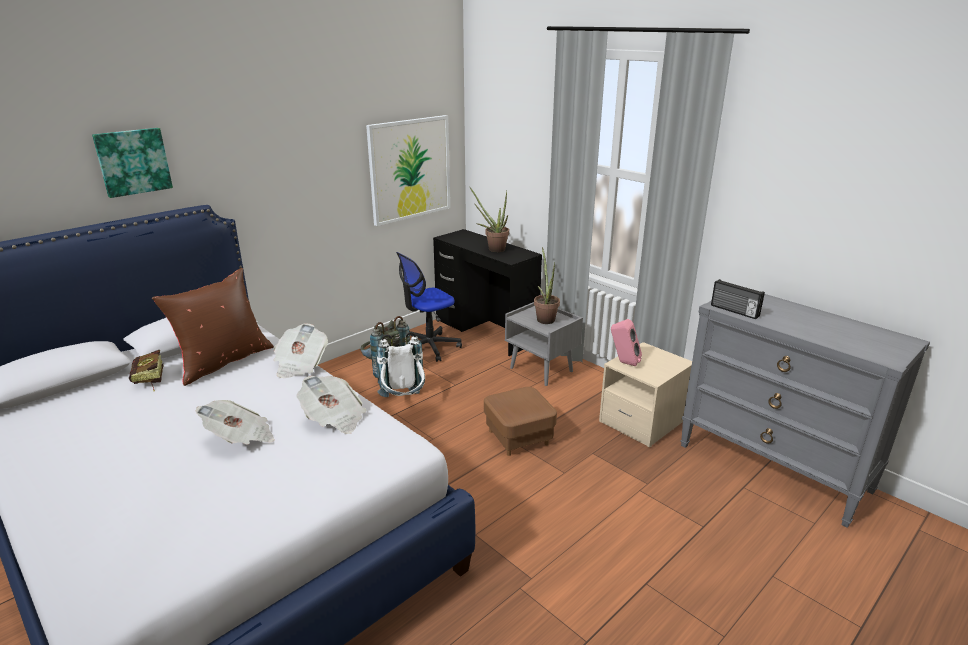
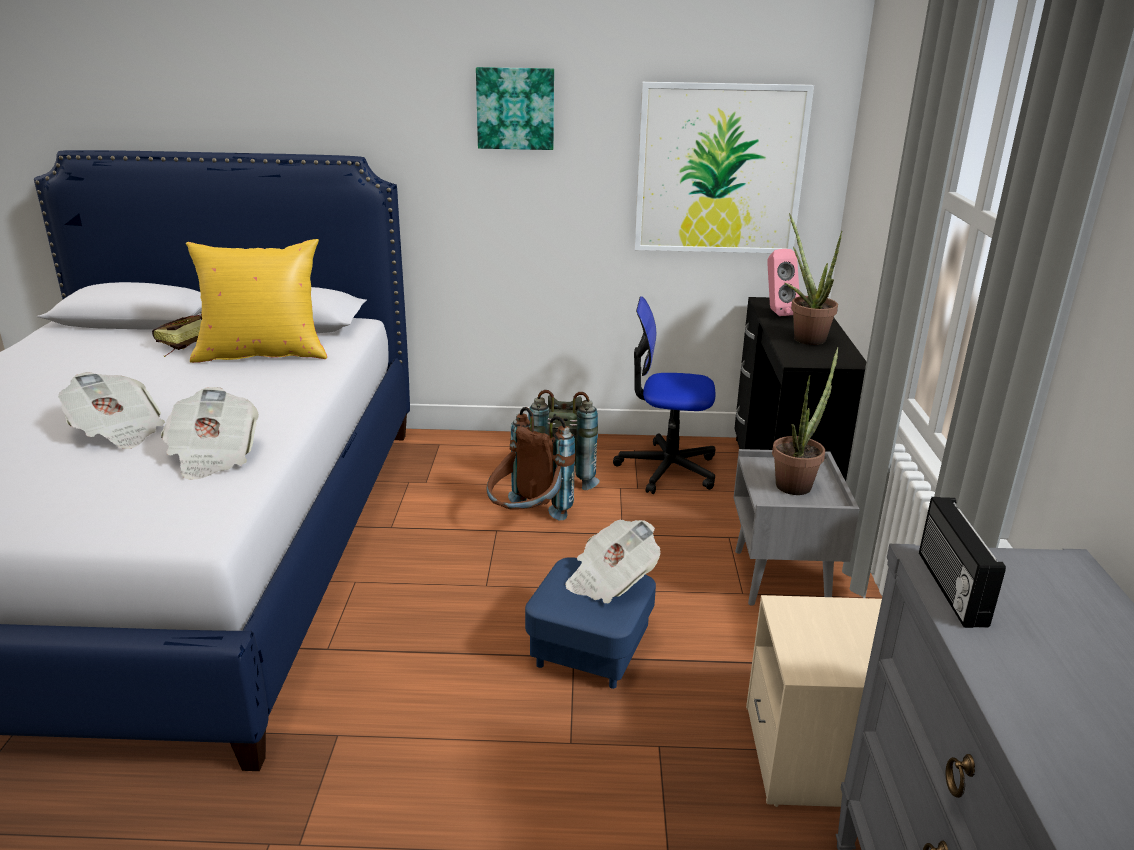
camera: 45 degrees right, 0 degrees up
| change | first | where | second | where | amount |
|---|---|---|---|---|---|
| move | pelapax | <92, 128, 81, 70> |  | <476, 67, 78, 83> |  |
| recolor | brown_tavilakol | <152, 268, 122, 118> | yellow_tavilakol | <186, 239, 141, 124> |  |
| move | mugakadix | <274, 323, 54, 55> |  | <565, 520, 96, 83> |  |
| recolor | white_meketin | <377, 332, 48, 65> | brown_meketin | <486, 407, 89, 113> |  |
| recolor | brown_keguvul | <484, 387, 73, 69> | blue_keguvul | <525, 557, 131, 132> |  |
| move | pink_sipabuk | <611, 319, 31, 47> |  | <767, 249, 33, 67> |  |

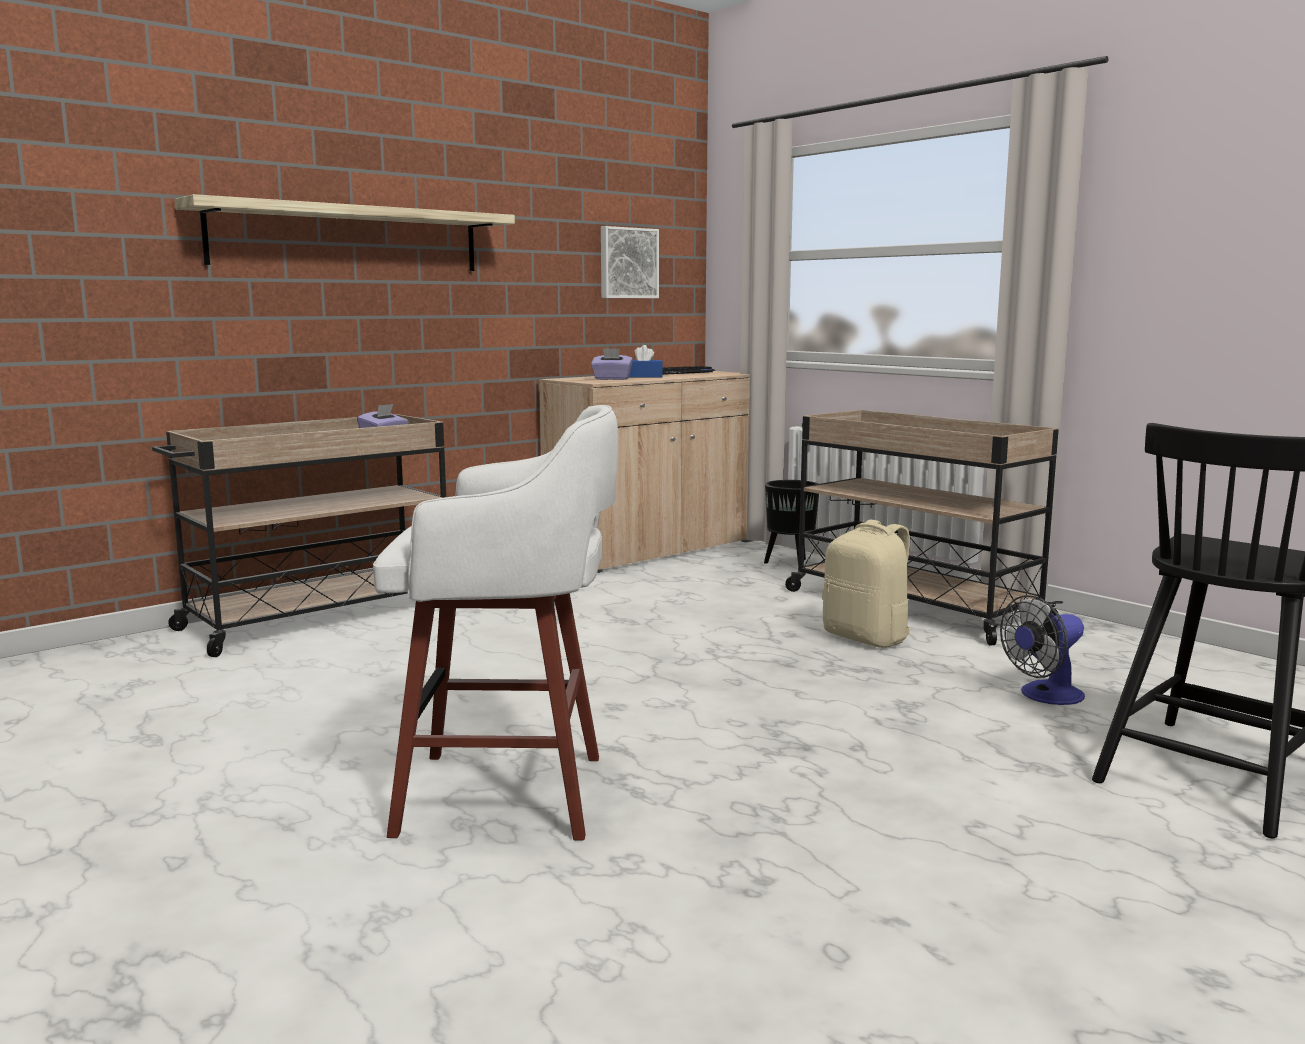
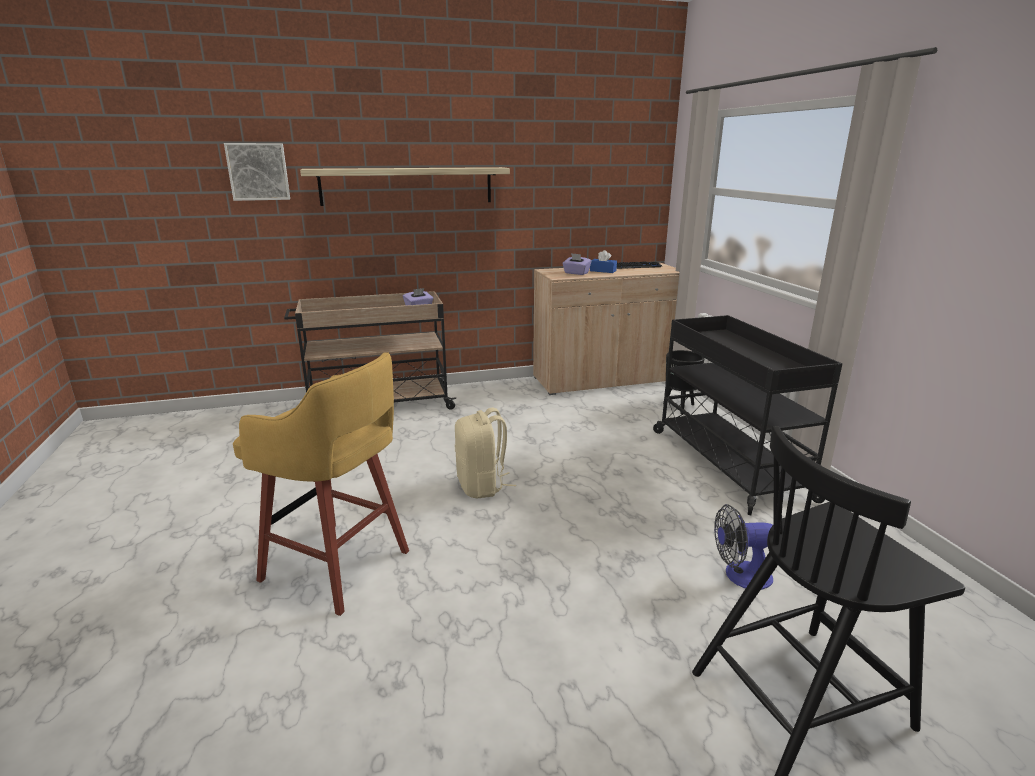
camera: 25 degrees right, 10 degrees up
| change | first | where | second | where | amount |
|---|---|---|---|---|---|
| recolor | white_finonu | <373, 405, 245, 435> | yellow_finonu | <233, 352, 176, 264> |  |
| move | pelapax | <601, 226, 58, 72> |  | <224, 143, 66, 58> |  |
| recolor | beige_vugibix | <785, 410, 278, 235> | black_vugibix | <653, 315, 189, 200> |  |
| move | beige_meketin | <822, 519, 90, 129> |  | <455, 408, 61, 91> |  |

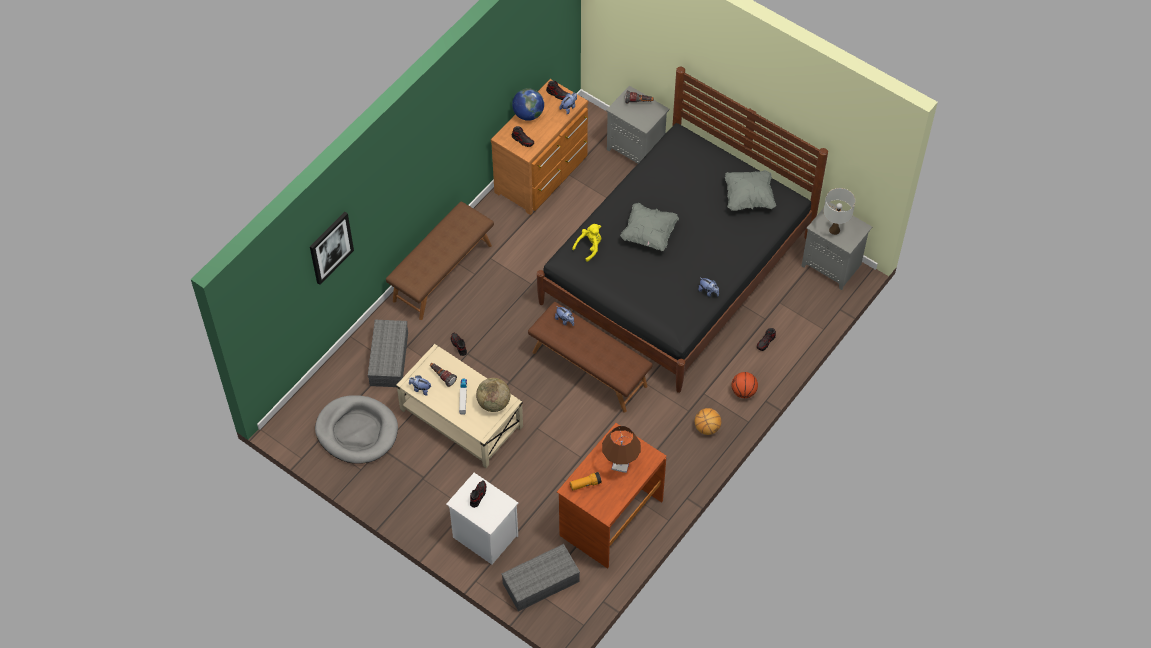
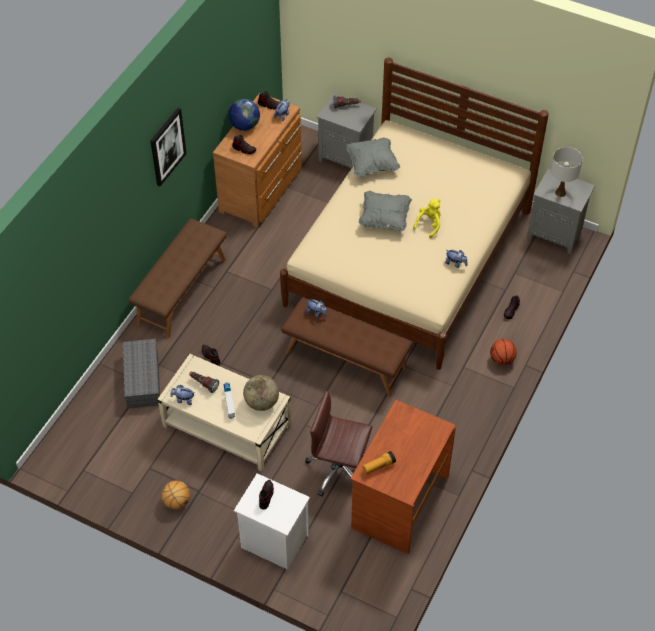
camera: 10 degrees left, 5 degrees down
| change | first | where | second | where | amount |
|---|---|---|---|---|---|
| move | pelapax | <310, 212, 44, 73> |  | <150, 108, 37, 78> |  |
| delete | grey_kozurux | <315, 395, 83, 69> |  |  |  |
| delete | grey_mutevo | <501, 544, 79, 67> |  |  |  |
| recolor | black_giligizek | <537, 67, 291, 326> | beige_giligizek | <280, 57, 269, 313> |  |
| move | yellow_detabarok | <572, 224, 29, 38> |  | <413, 199, 28, 39> |  |
| delete | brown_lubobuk | <602, 426, 39, 47> |  |  |  |
| move | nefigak | <695, 408, 26, 27> |  | <162, 481, 28, 28> |  |
| move | grey_tavilakol | <725, 170, 51, 41> |  | <347, 138, 53, 38> |  |
| insert |  |  | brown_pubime | <305, 391, 67, 106> |  |

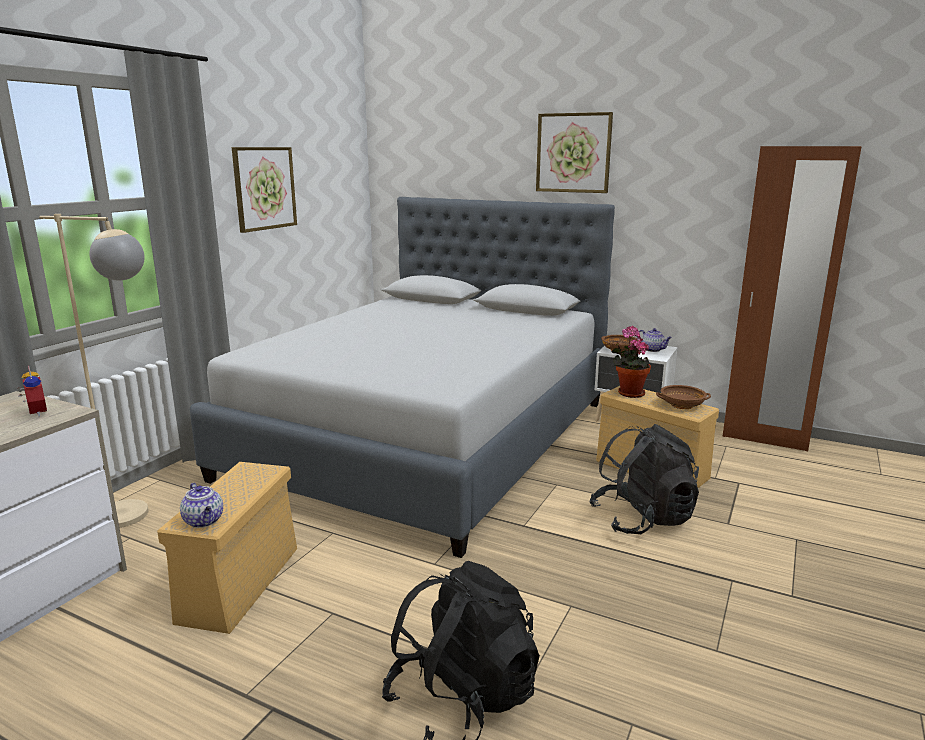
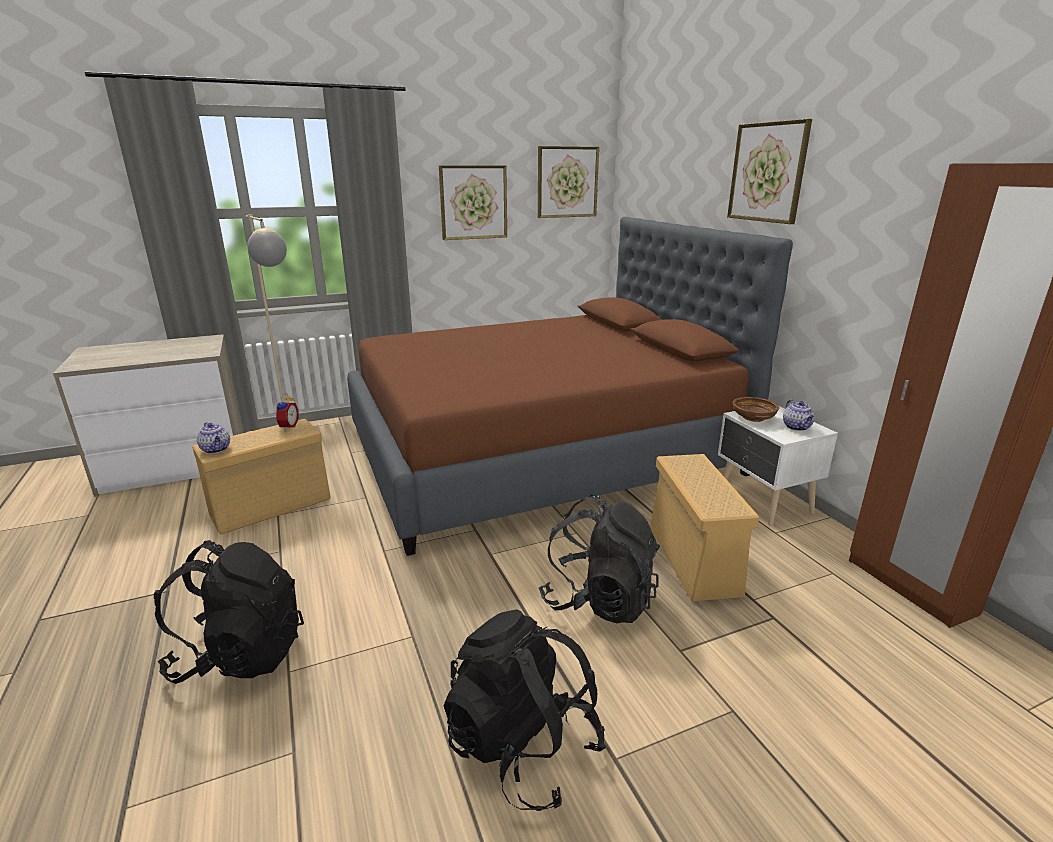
camera: 40 degrees right, 5 degrees up
| change | first | where | second | where | amount |
|---|---|---|---|---|---|
| move | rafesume | <17, 366, 30, 51> |  | <275, 393, 24, 38> |  |
| rotate | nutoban | <180, 483, 43, 45> |  | <197, 422, 33, 32> | 45 degrees counterclockwise |
| recolor | grey_giligizek | <190, 197, 425, 361> | brown_giligizek | <347, 217, 446, 339> |  |
| delete | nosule | <612, 326, 39, 72> |  |  |  |
| delete | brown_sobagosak | <656, 385, 55, 24> |  |  |  |
| insert |  |  | black_meketin | <444, 609, 162, 202> |  |
| insert |  |  | pelapax | <538, 146, 61, 72> |  |

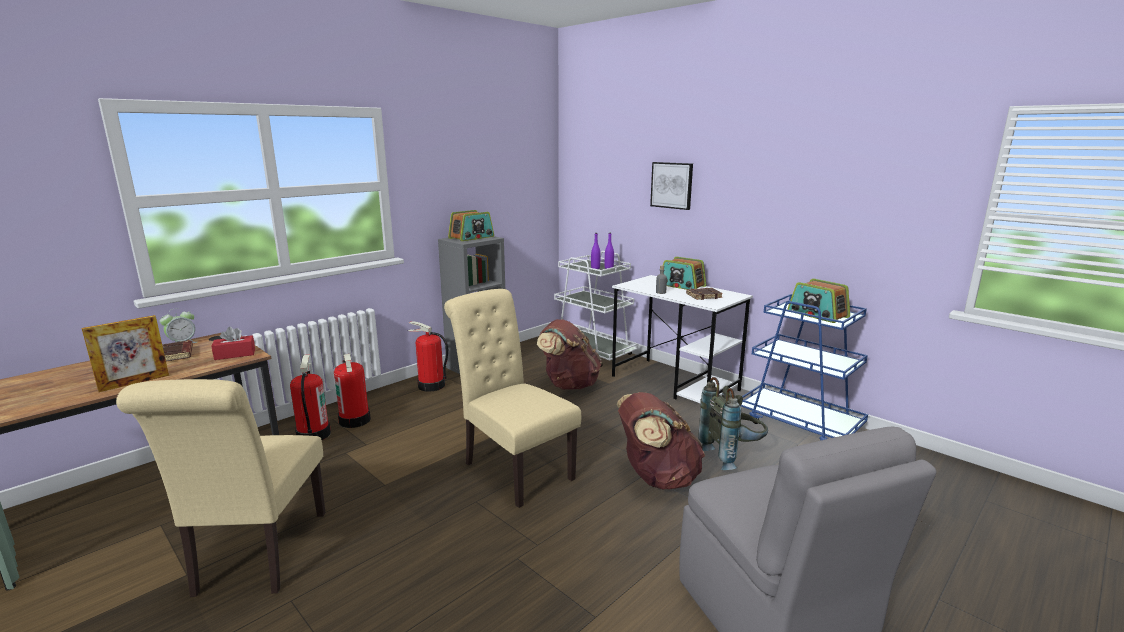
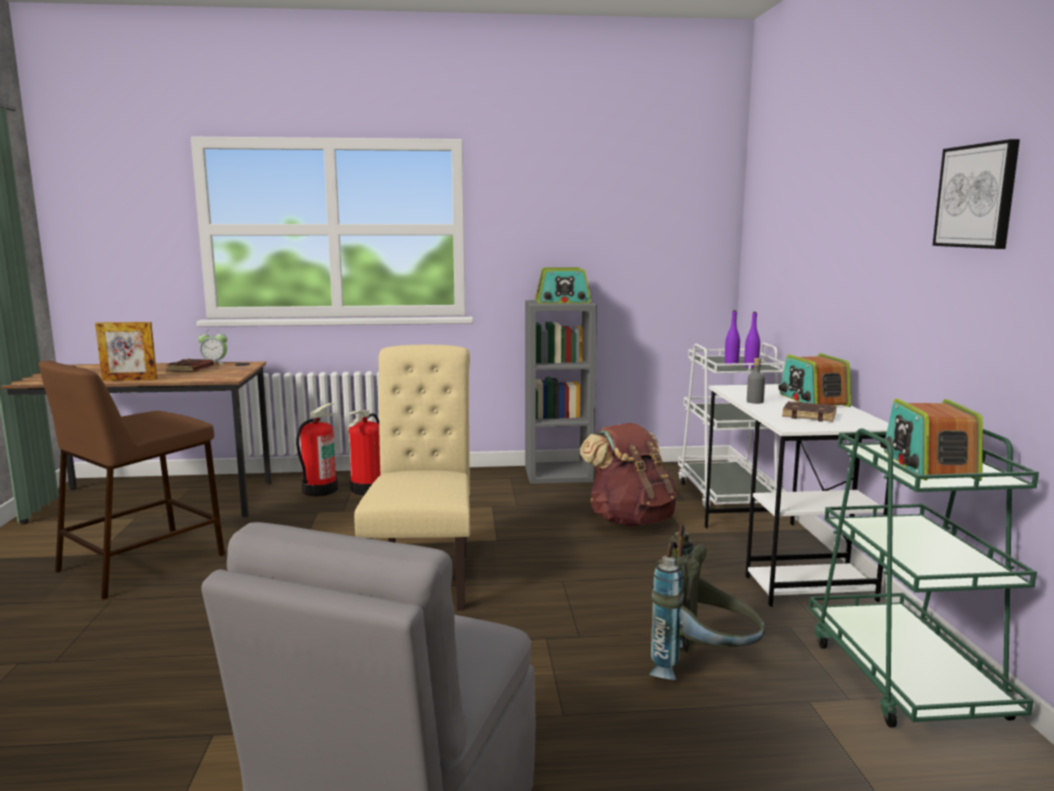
camera: 40 degrees right, 5 degrees down
| change | first | where | second | where | amount |
|---|---|---|---|---|---|
| replace | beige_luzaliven | <116, 379, 210, 218> | brown_finonu | <38, 360, 187, 240> |  |
| delete | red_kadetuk | <211, 327, 44, 33> |  |  |  |
| delete | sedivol | <408, 321, 40, 71> |  |  |  |
| delete | brown_meketin | <617, 392, 88, 97> |  |  |  |
| move | pelapax | <650, 162, 43, 48> |  | <932, 139, 88, 110> |  |
| recolor | blue_vugibix | <741, 294, 127, 146> | green_vugibix | <809, 428, 230, 300> |  |

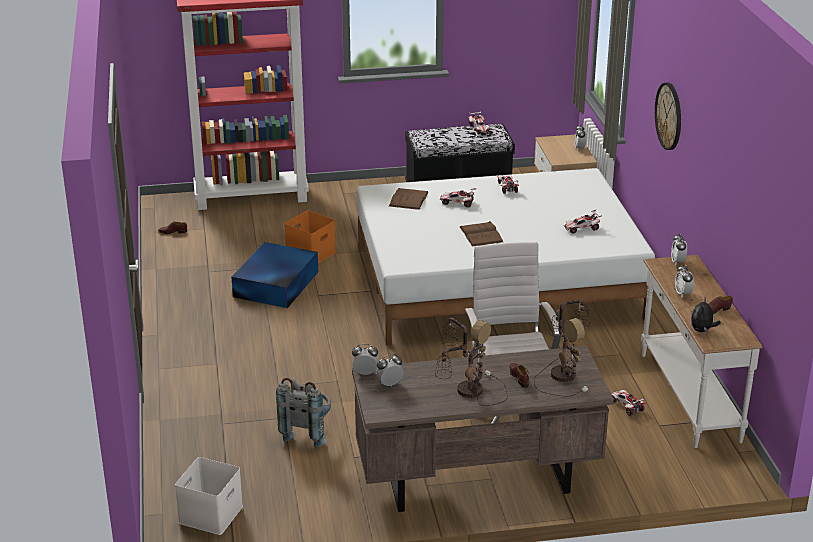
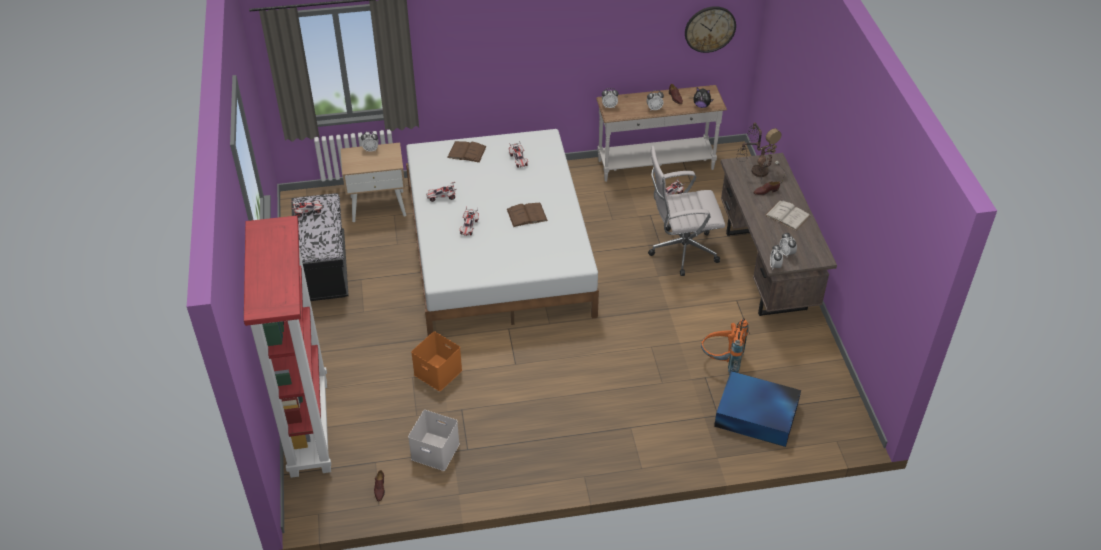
camera: 90 degrees left, 15 degrees up
| change | first | where | second | where | amount |
|---|---|---|---|---|---|
| move | white_mutevo | <175, 457, 68, 78> |  | <408, 410, 52, 61> |  |
| move | blue_mutevo | <231, 242, 87, 66> |  | <714, 371, 87, 76> |  |
| recolor | grey_meketin | <276, 378, 55, 69> | orange_meketin | <701, 318, 48, 56> |  |
| move | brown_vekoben | <389, 188, 39, 22> |  | <447, 141, 40, 22> |  |
| replace | lubobuk | <435, 317, 72, 89> | white_vekoben | <765, 201, 45, 30> |  |
| move | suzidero | <655, 83, 26, 67> |  | <685, 6, 51, 47> |  |

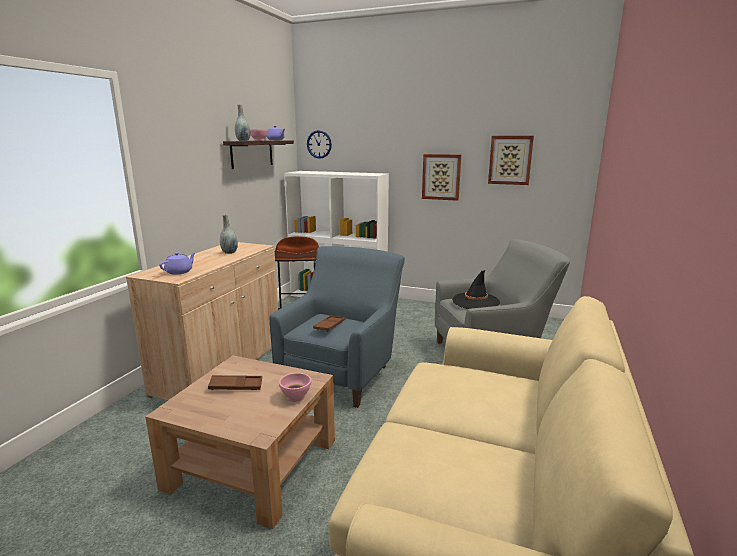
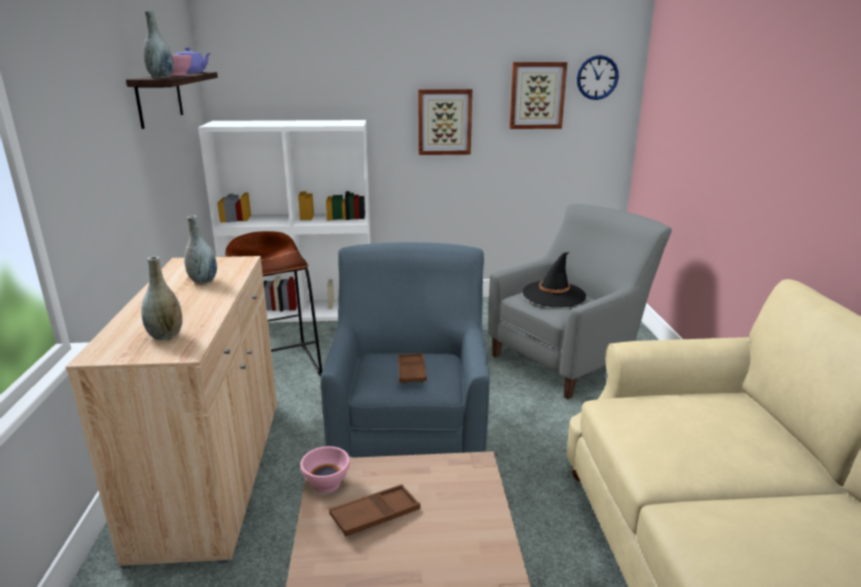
camera: 25 degrees left, 5 degrees up
| change | first | where | second | where | amount |
|---|---|---|---|---|---|
| replace | purple_nutoban | <159, 252, 37, 23> | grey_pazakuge | <141, 256, 41, 84> |  |
| move | pink_sobagosak | <279, 373, 32, 29> |  | <301, 446, 49, 47> |  |
| move | suzidero | <307, 130, 25, 29> |  | <577, 55, 42, 45> |  |

